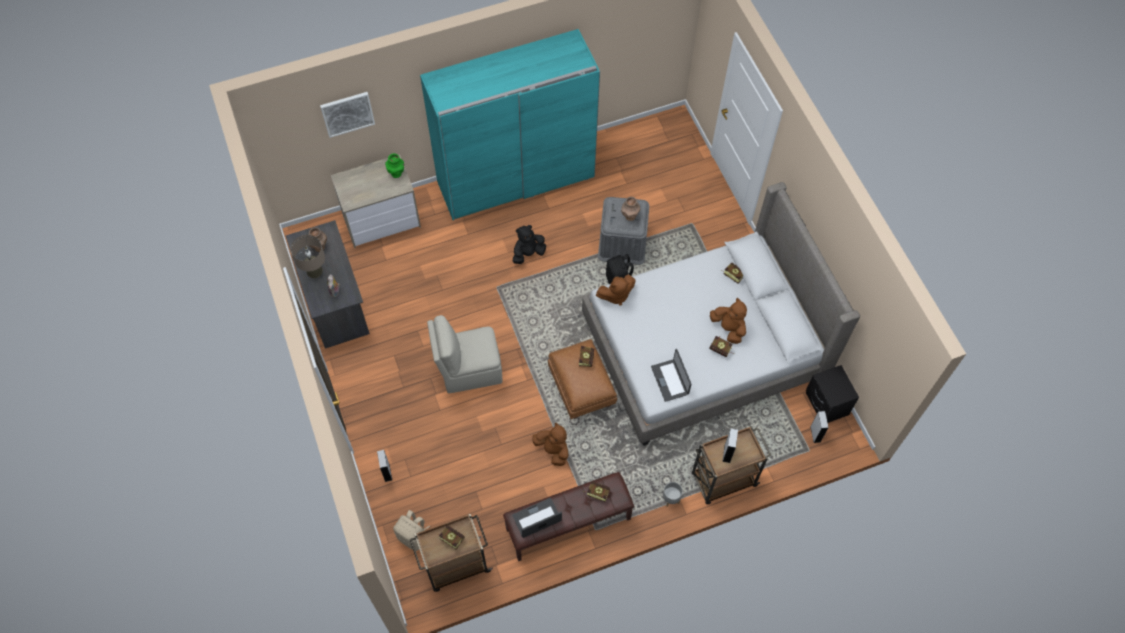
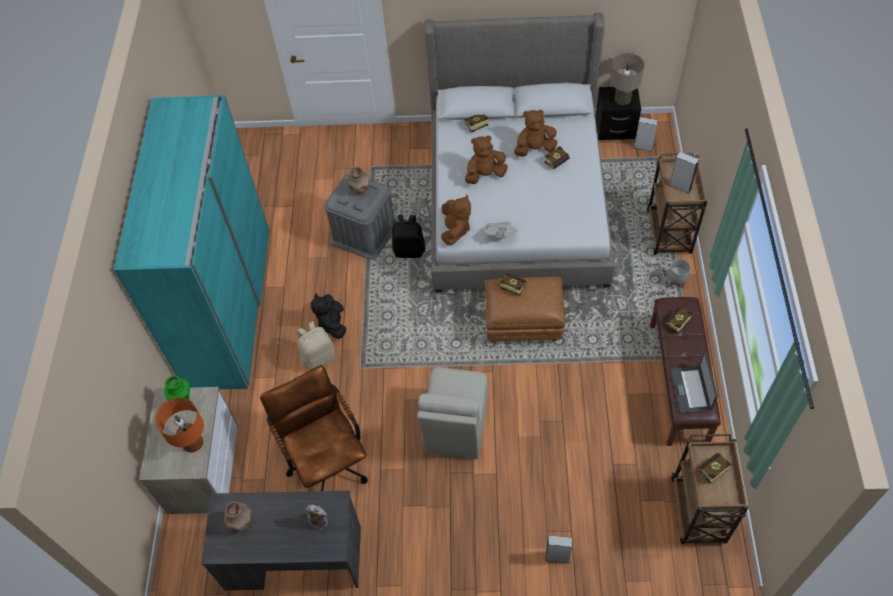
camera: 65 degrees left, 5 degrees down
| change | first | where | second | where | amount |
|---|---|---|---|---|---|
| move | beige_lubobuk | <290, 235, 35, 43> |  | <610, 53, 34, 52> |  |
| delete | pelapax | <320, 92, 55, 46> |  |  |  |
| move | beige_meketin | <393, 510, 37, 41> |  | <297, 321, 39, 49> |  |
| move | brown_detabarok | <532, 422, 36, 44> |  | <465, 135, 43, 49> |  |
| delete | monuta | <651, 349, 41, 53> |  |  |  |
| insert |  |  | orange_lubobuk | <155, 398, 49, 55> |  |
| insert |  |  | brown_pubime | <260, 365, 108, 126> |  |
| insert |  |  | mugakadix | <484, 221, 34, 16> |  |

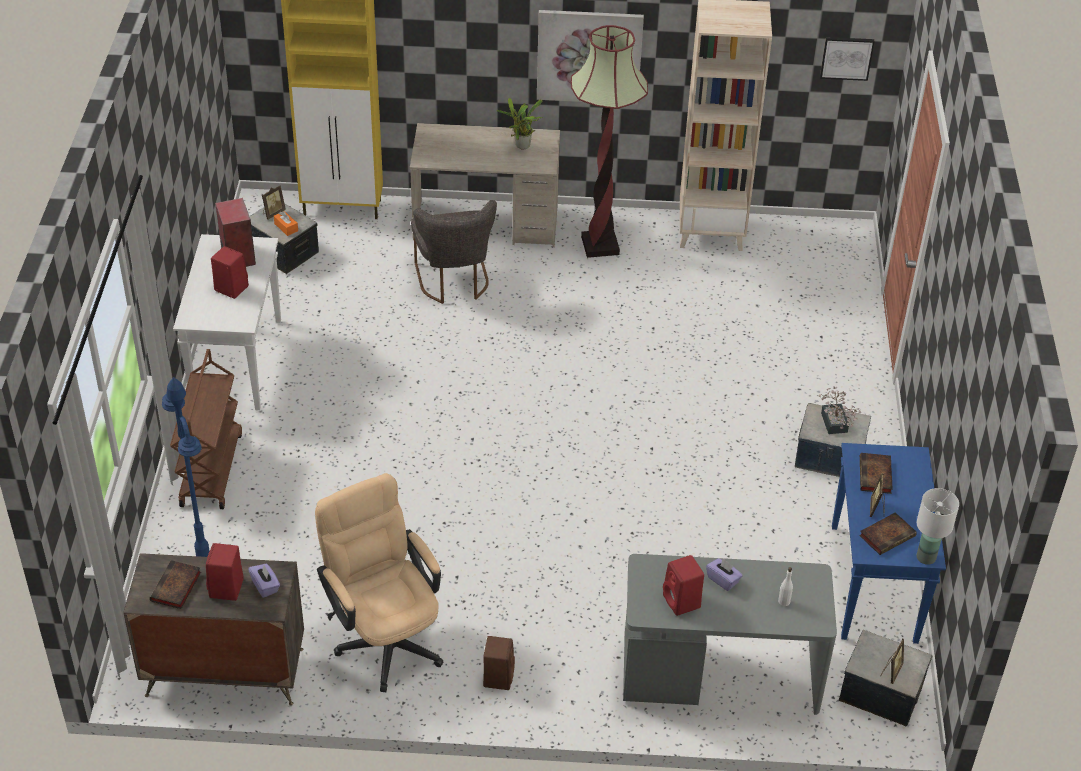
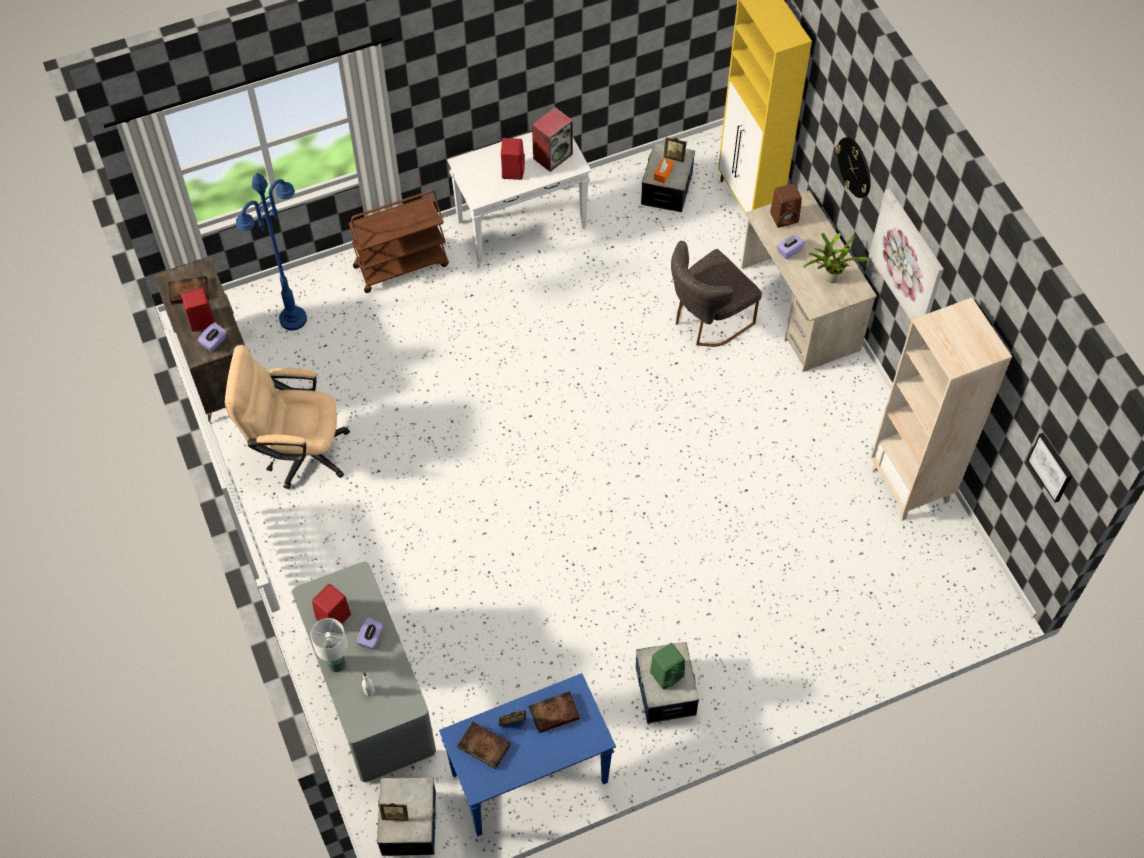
camera: 65 degrees right, 15 degrees up
| change | first | where | second | where | amount |
|---|---|---|---|---|---|
| rotate | beige_pubime | <315, 473, 128, 219> |  | <225, 345, 125, 144> | 120 degrees counterclockwise |
| move | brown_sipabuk | <483, 636, 32, 54> |  | <770, 183, 32, 45> |  |
| delete | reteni | <571, 25, 77, 233> |  |  |  |
| replace | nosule | <819, 387, 42, 47> | green_sipabuk | <650, 643, 35, 47> |  |
| move | white_lubobuk | <917, 488, 42, 77> |  | <311, 618, 37, 54> |  |
| insert |  |  | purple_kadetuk | <776, 235, 29, 25> |  |
| insert |  |  | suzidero | <836, 137, 35, 61> |  |

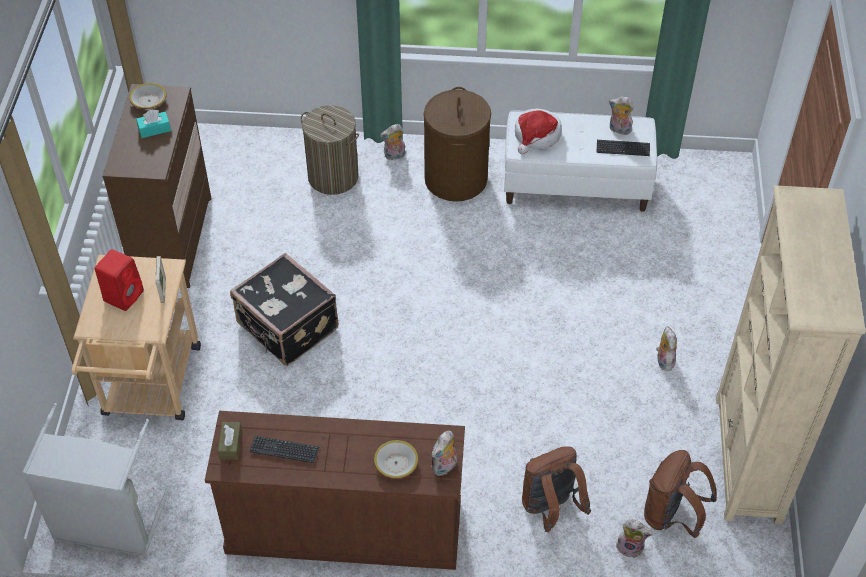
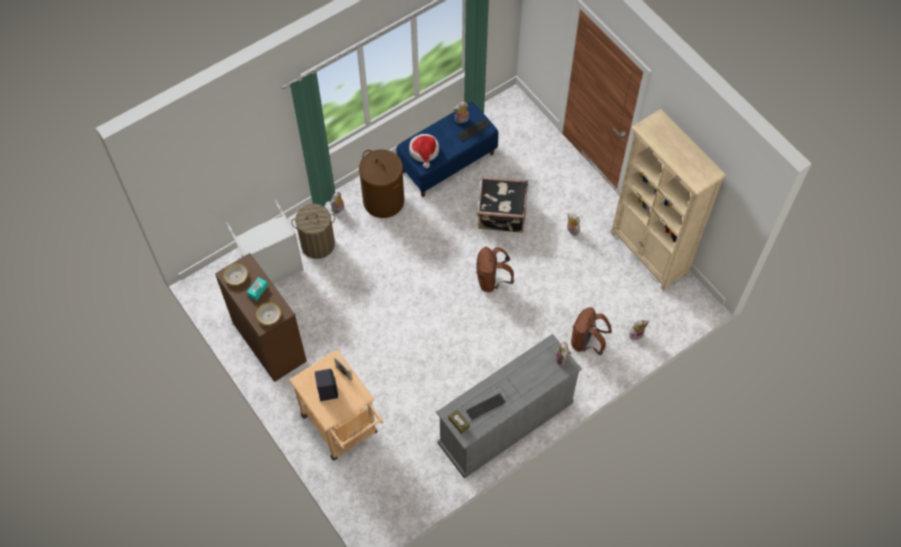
camera: 40 degrees left, 10 degrees up
| change | first | where | second | where | amount |
|---|---|---|---|---|---|
| move | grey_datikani | <22, 403, 148, 154> |  | <226, 200, 78, 84> |  |
| recolor | red_sipabuk | <95, 249, 49, 62> | black_sipabuk | <315, 369, 23, 32> |  |
| recolor | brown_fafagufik | <205, 411, 260, 159> | grey_fafagufik | <436, 334, 146, 144> |  |
| move | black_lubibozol | <230, 253, 108, 113> |  | <477, 177, 51, 56> |  |
| move | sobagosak | <374, 440, 44, 39> |  | <256, 303, 25, 22> |  |
| recolor | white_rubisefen | <504, 111, 153, 101> | blue_rubisefen | <396, 102, 102, 95> |  |
| move | brown_meketin | <644, 450, 73, 88> |  | <476, 247, 38, 46> |  |

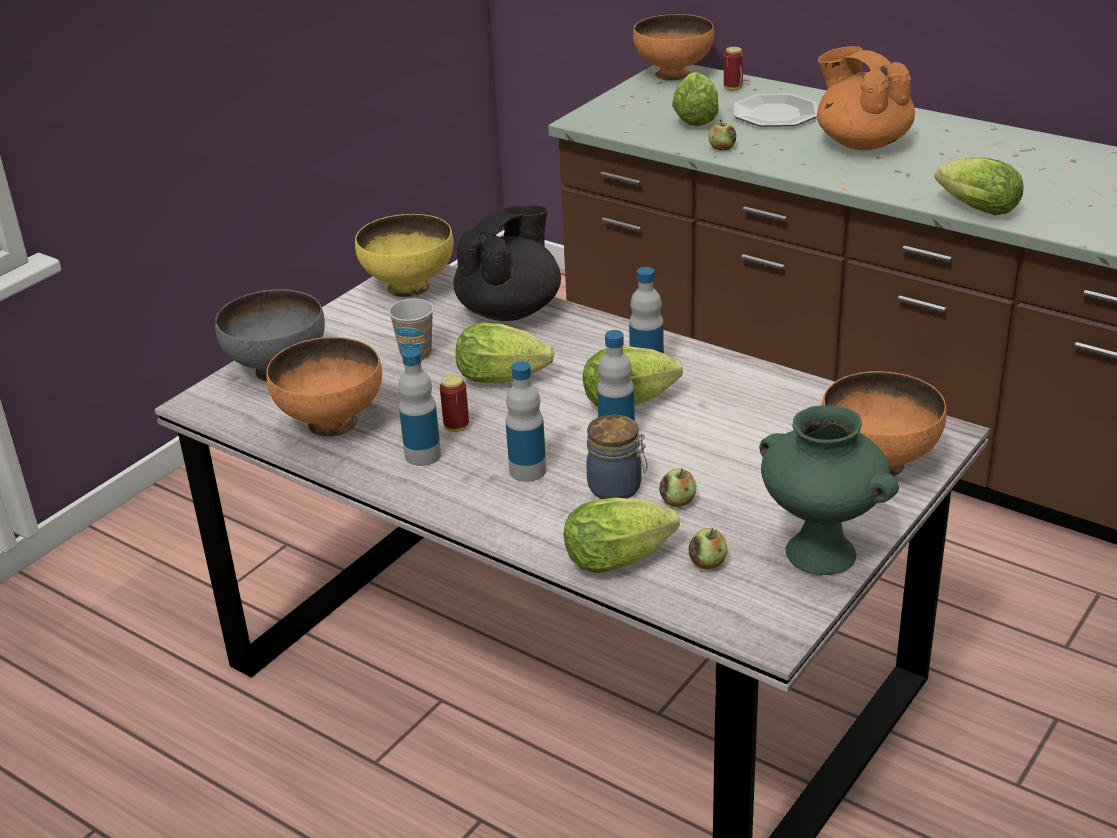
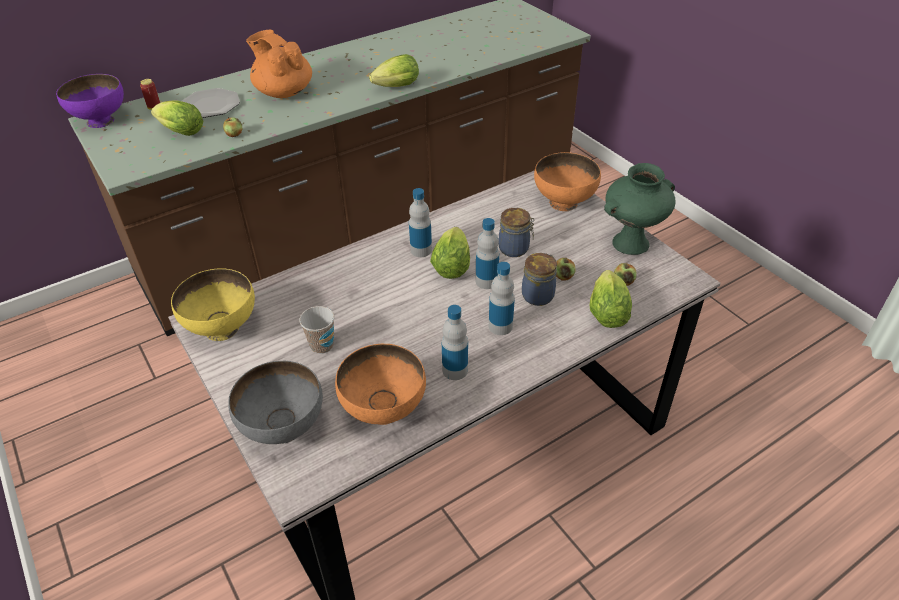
camera: 70 degrees left, 10 degrees up
| change | first | where | second | where | amount |
|---|---|---|---|---|---|
| delete | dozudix | <440, 374, 29, 58> |  |  |  |
| delete | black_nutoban | <453, 205, 108, 116> |  |  |  |
| delete | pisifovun | <455, 322, 99, 61> |  |  |  |
| recolor | orange_sobagosak | <633, 14, 81, 67> | purple_sobagosak | <56, 74, 68, 54> |  |
| rotate | orange_nutoban | <817, 46, 98, 104> |  | <246, 30, 66, 68> | 60 degrees clockwise |
| insert |  |  | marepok | <499, 208, 35, 49> |  |

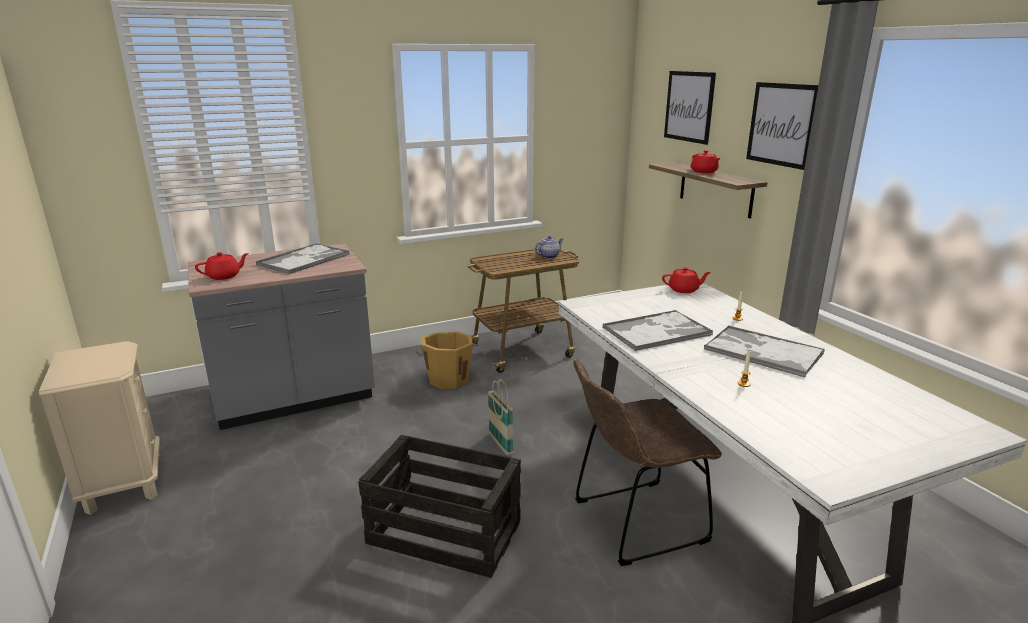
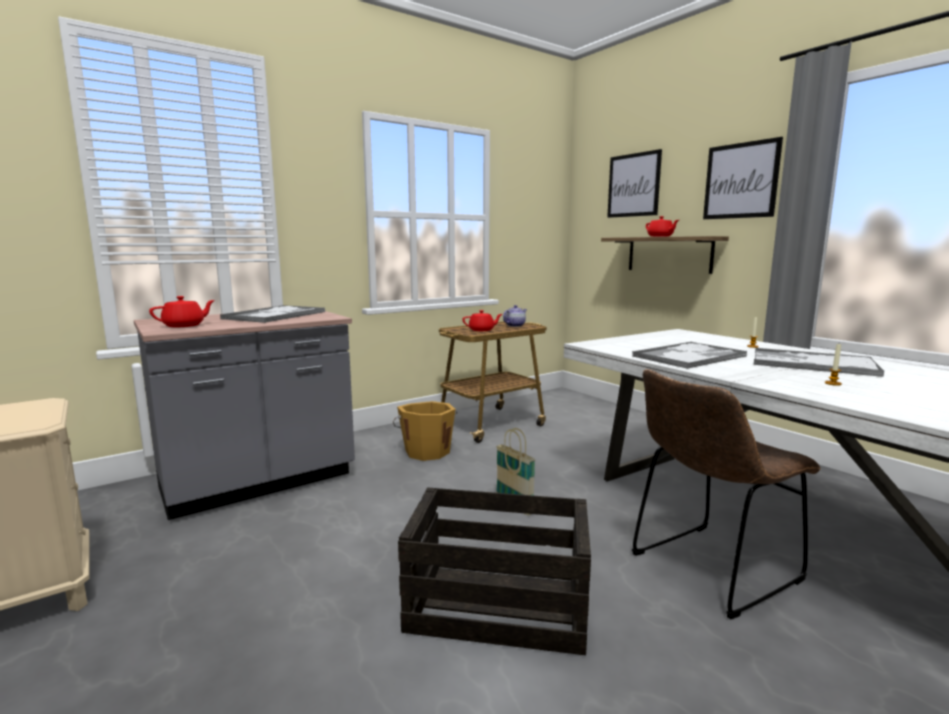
camera: 10 degrees left, 10 degrees down
| change | first | where | second | where | amount |
|---|---|---|---|---|---|
| move | red_nutoban | <662, 267, 49, 26> |  | <462, 310, 40, 21> |  |

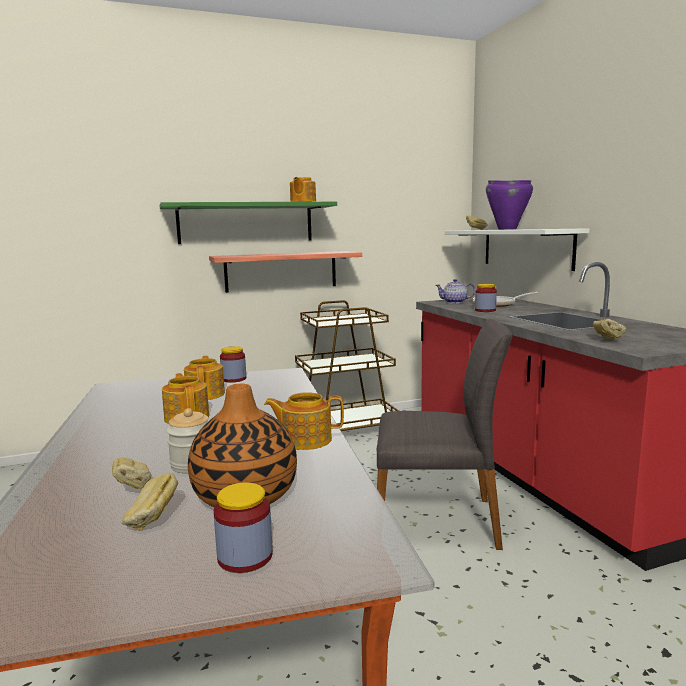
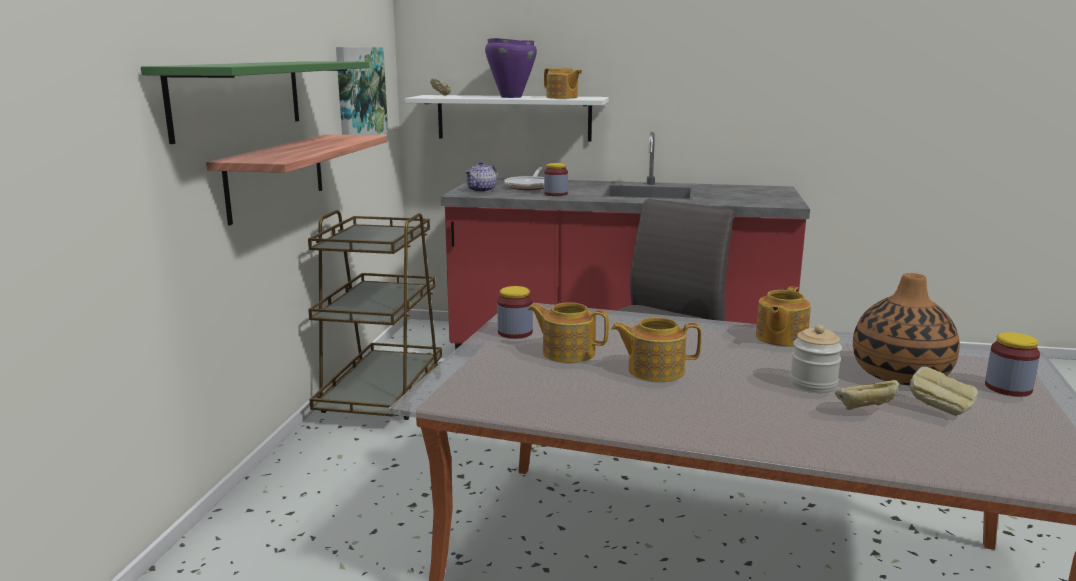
camera: 60 degrees left, 5 degrees up
| change | first | where | second | where | amount |
|---|---|---|---|---|---|
| move | nutoban | <290, 177, 26, 25> |  | <544, 68, 38, 31> |  |
| delete | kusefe | <593, 319, 33, 20> |  |  |  |
| insert |  |  | pelapax | <336, 47, 52, 88> |  |

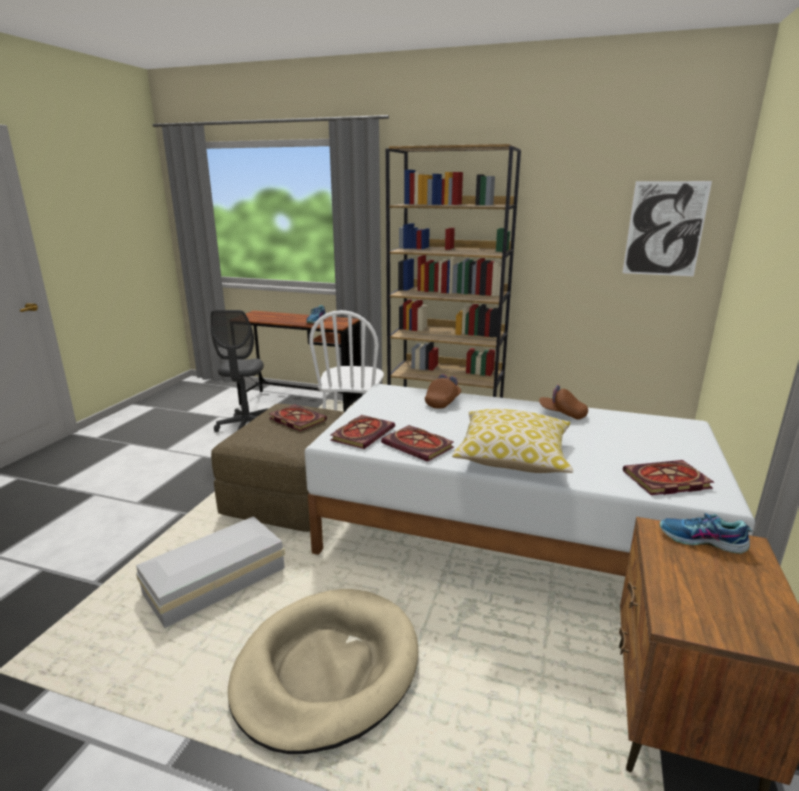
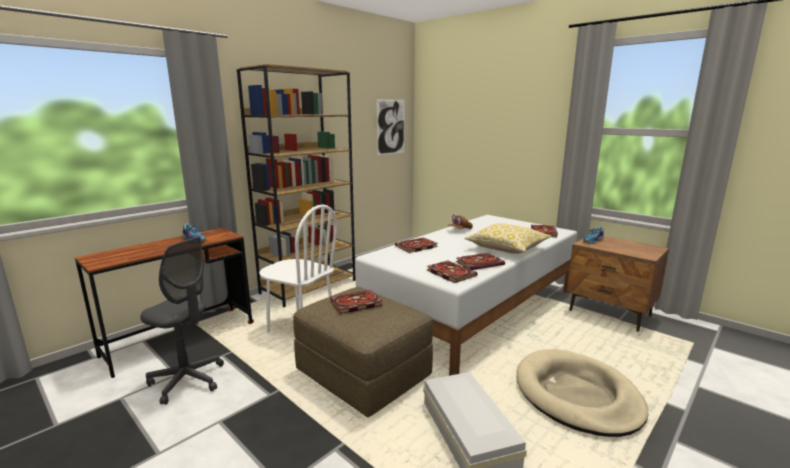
camera: 65 degrees left, 5 degrees down
| change | first | where | second | where | amount |
|---|---|---|---|---|---|
| replace | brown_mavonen | <425, 374, 36, 35> | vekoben | <395, 237, 43, 16> |  |

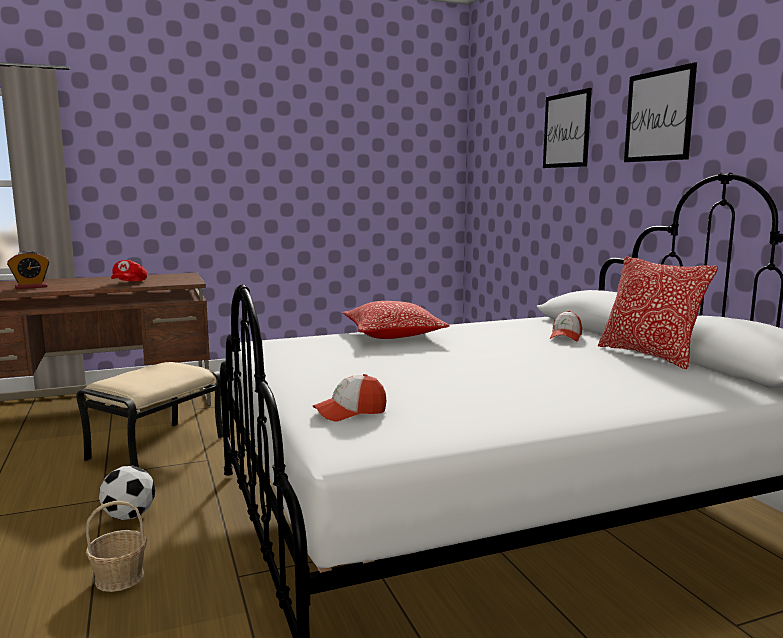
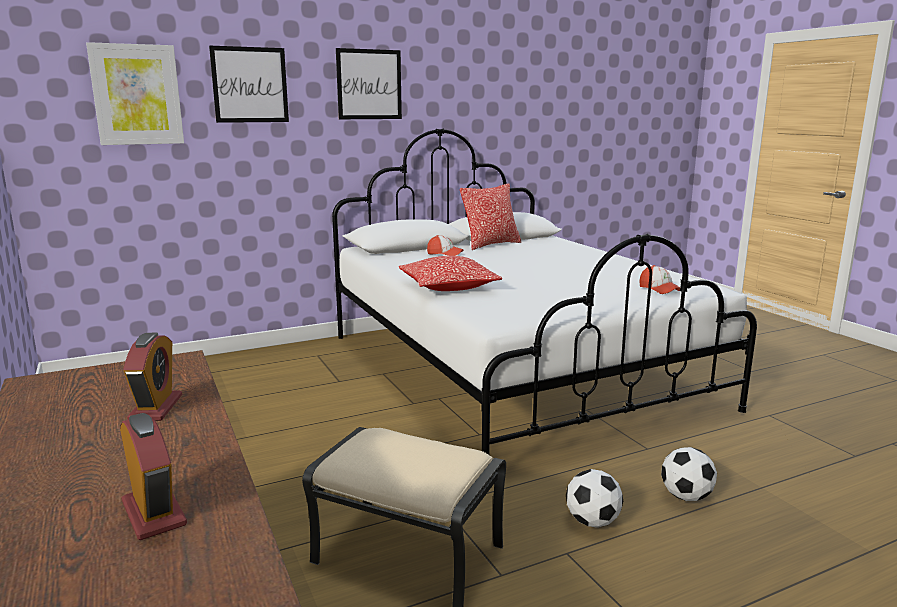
camera: 95 degrees left, 5 degrees up
| change | first | where | second | where | amount |
|---|---|---|---|---|---|
| replace | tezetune | <86, 501, 61, 91> | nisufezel | <661, 447, 56, 54> |  |
| replace | red_mavonen | <111, 260, 36, 21> | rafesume | <123, 333, 59, 88> |  |
| insert |  |  | pelapax | <86, 42, 98, 103> |  |

